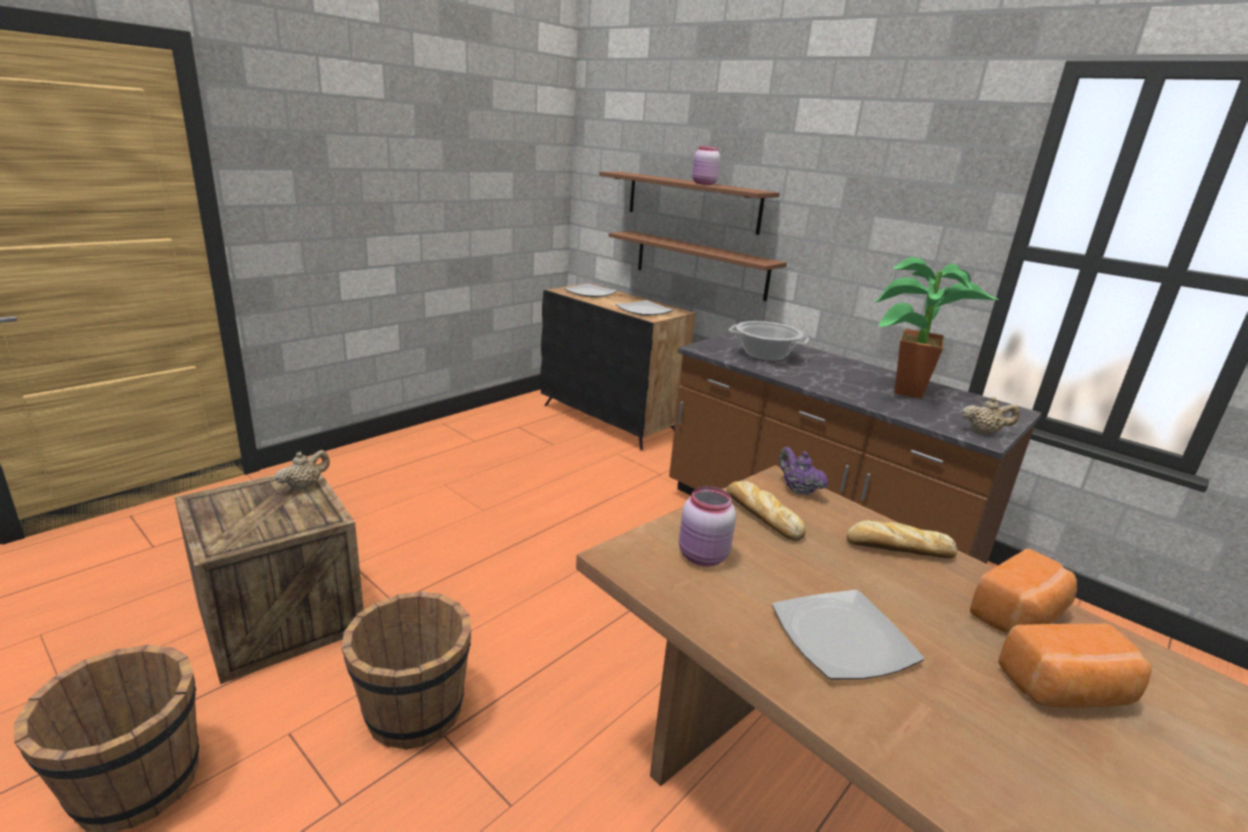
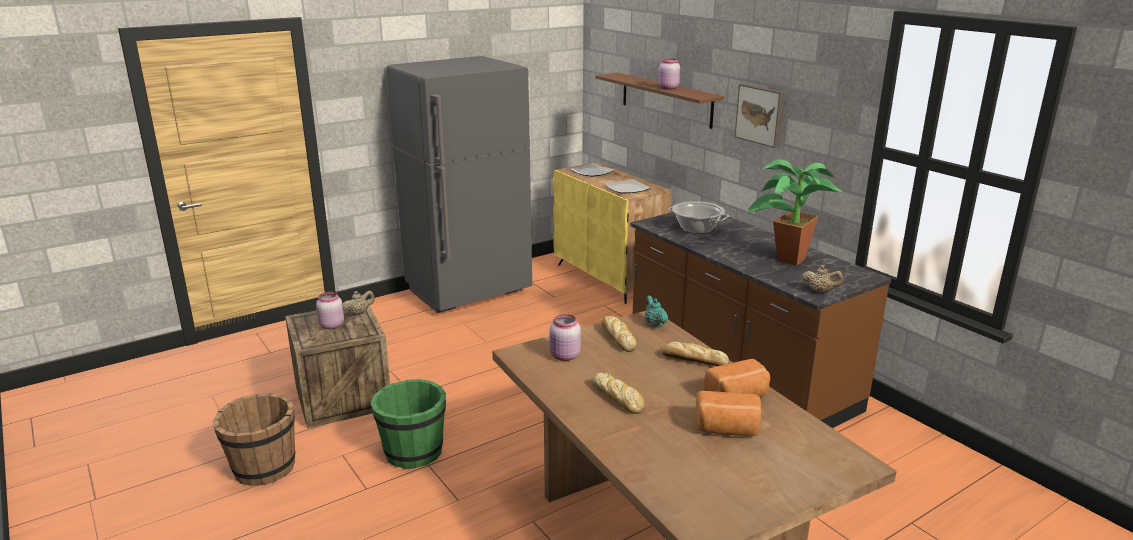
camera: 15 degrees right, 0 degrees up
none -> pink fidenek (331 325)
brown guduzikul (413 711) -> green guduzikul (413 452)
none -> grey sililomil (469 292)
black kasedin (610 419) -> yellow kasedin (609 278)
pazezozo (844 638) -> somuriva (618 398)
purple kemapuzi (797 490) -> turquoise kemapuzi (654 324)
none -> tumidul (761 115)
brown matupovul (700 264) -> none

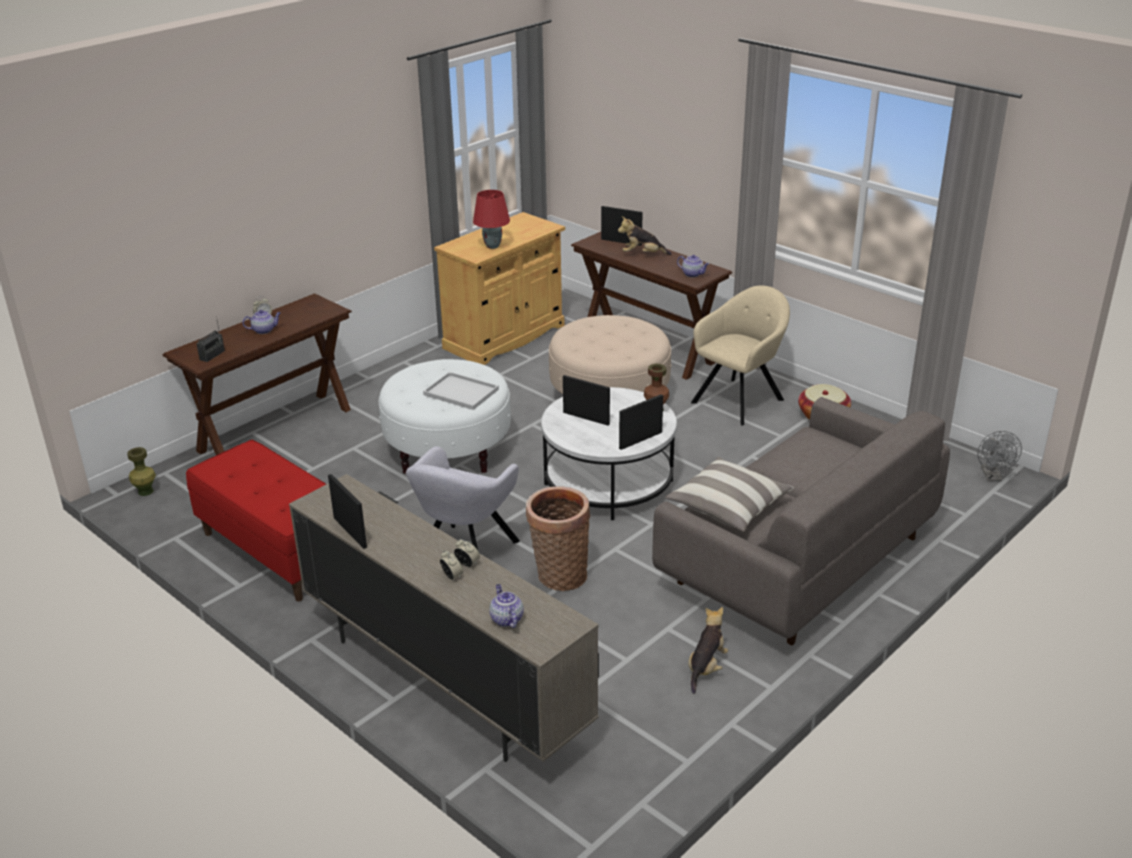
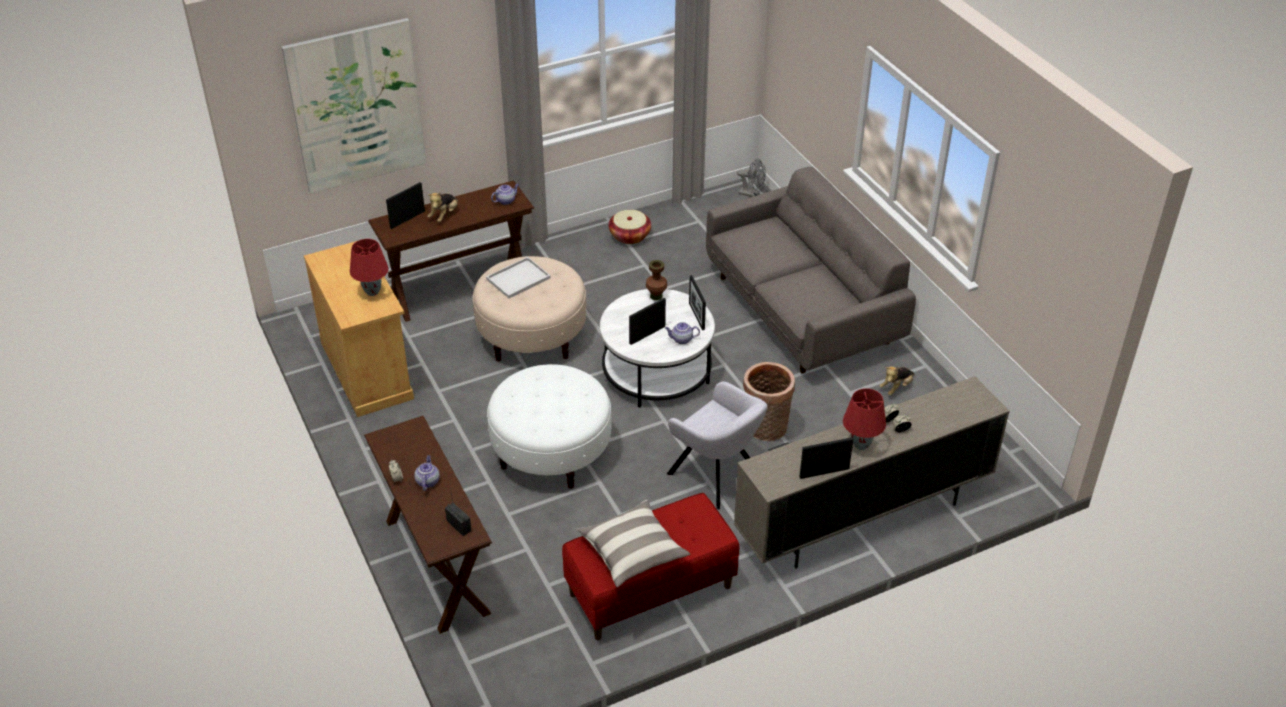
camera: 70 degrees left, 10 degrees up
none -> tumidul (356 106)
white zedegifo (459 392) -> white zedegifo (518 279), relocated
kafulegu (729 507) -> kafulegu (632 552), relocated
kemapuzi (506 619) -> kemapuzi (681 339), relocated
none -> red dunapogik (861 445)
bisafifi (706 667) -> bisafifi (896 387), 90 degrees counterclockwise
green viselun (145 491) -> none
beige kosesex (740 399) -> none

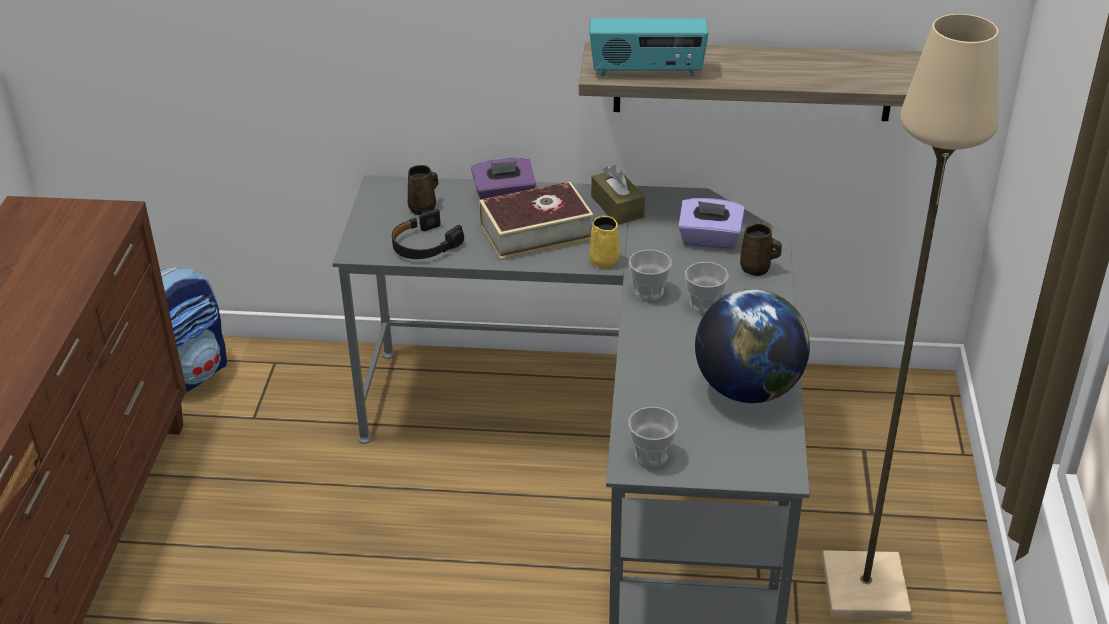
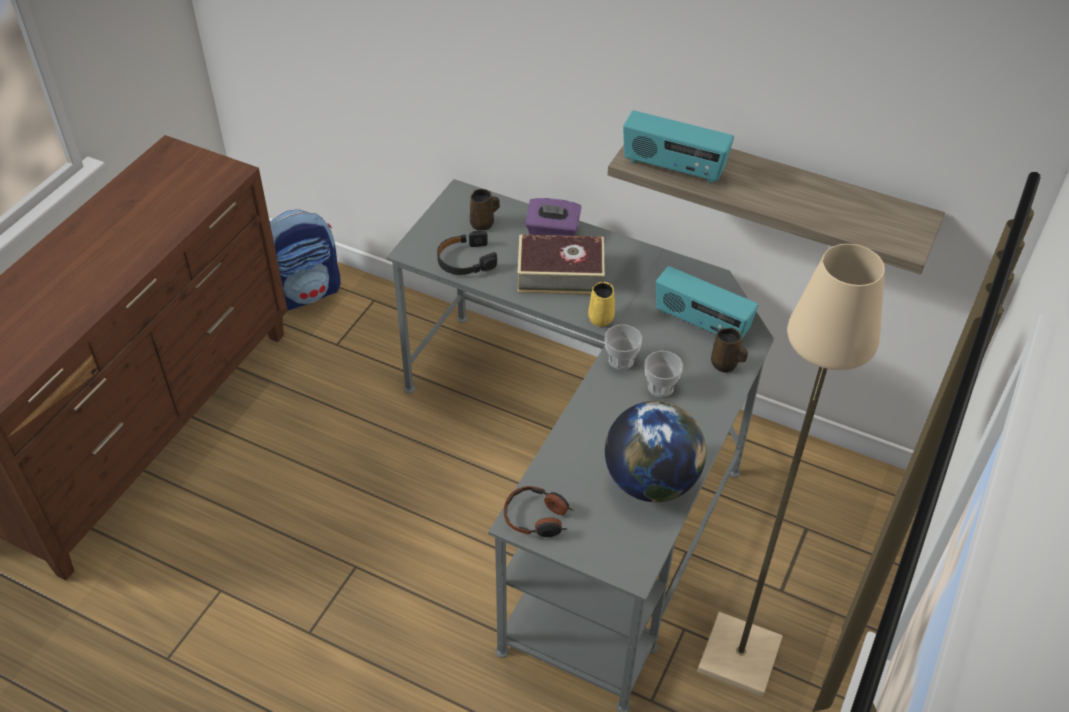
camera: 20 degrees right, 10 degrees up
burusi (651 455) -> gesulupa (537 518)
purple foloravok (709 240) -> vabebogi (701 323)
brown foloravok (617 207) -> none

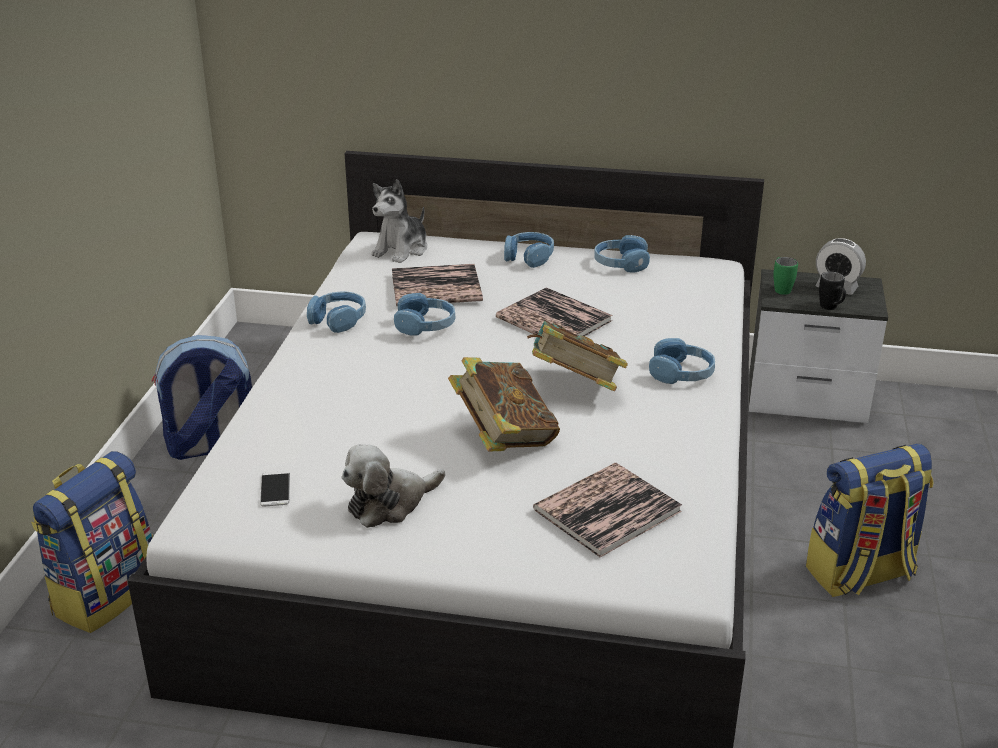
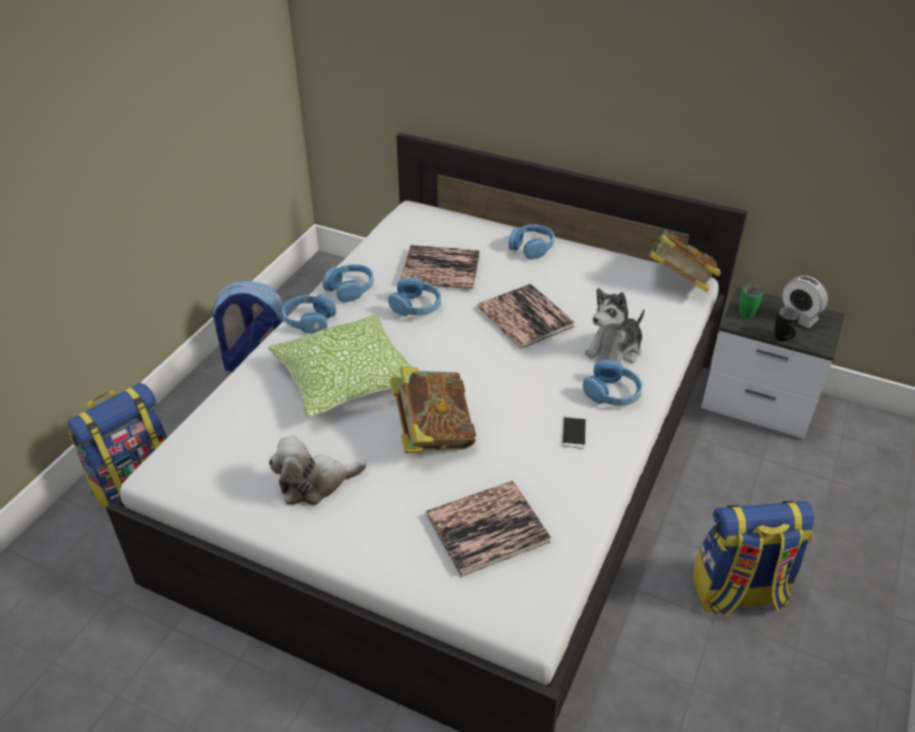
camera: 15 degrees right, 10 degrees up
none -> kafulegu (346 379)
blue gesulupa (620 263) -> blue gesulupa (309 321), relocated
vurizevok (275 489) -> vurizevok (574 432), relocated
bisafifi (402 250) -> bisafifi (615 351), relocated
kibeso (574 387) -> kibeso (678 282), relocated

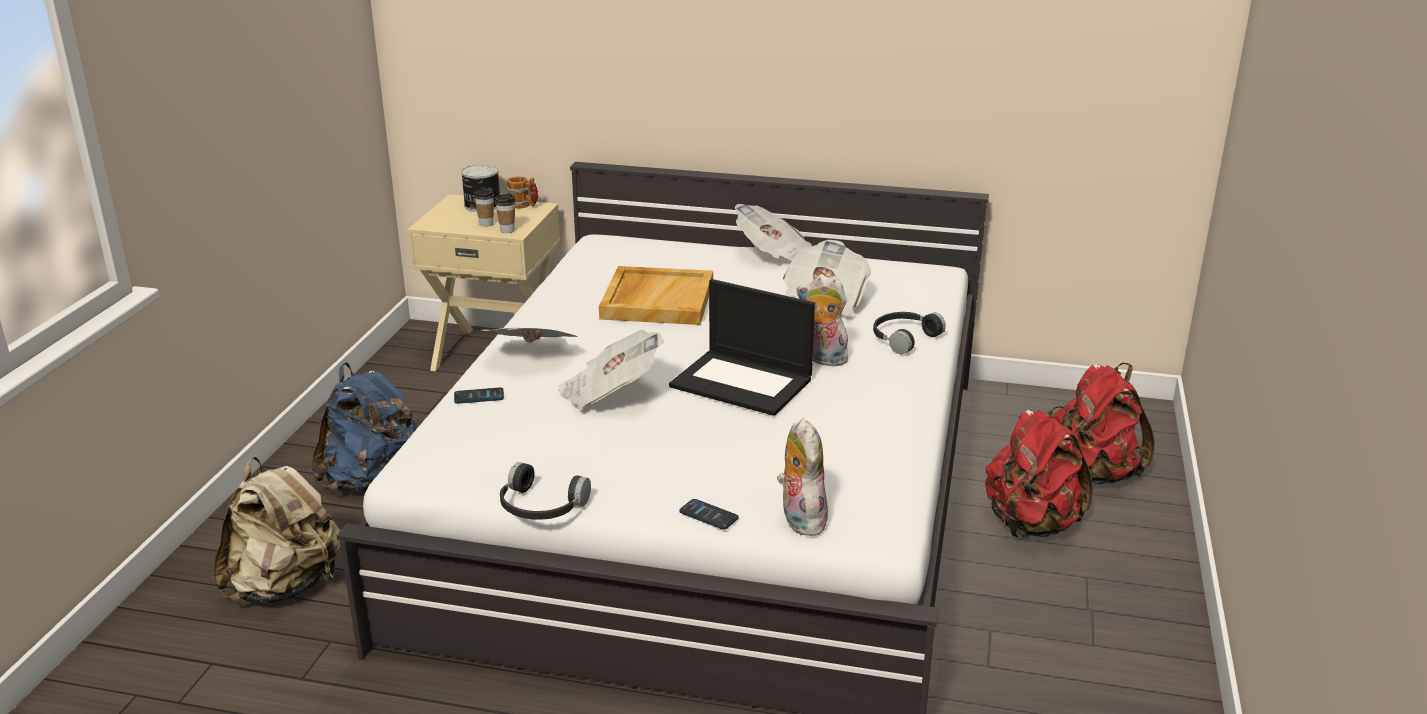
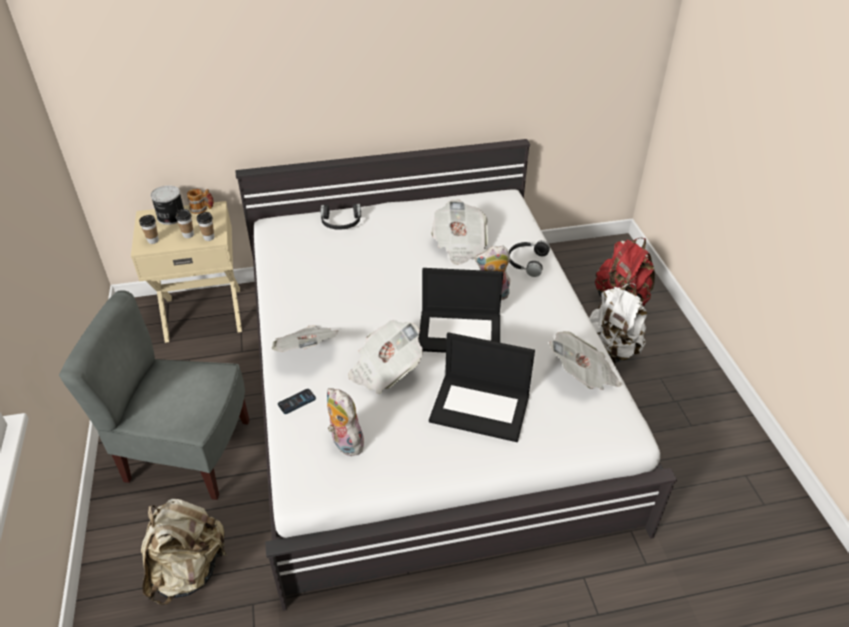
camera: 25 degrees left, 15 degrees up
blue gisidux (371 479) -> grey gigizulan (187 453)
none -> burusi (153 240)
black gesulupa (540 507) -> black gesulupa (341 223), relocated
bisafifi (800 519) -> bisafifi (344 443), relocated
none -> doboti (481 407)
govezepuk (774 256) -> govezepuk (583 375), relocated
red gisidux (1031 525) -> white gisidux (611 350)
beige zedegifo (657 300) -> none
vurizevok (708 515) -> none

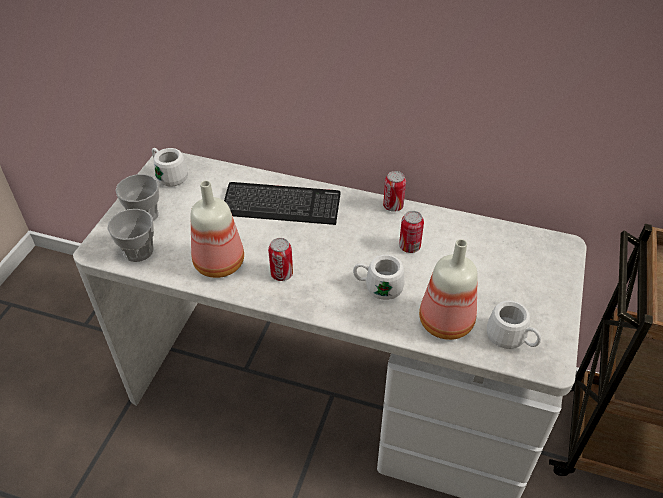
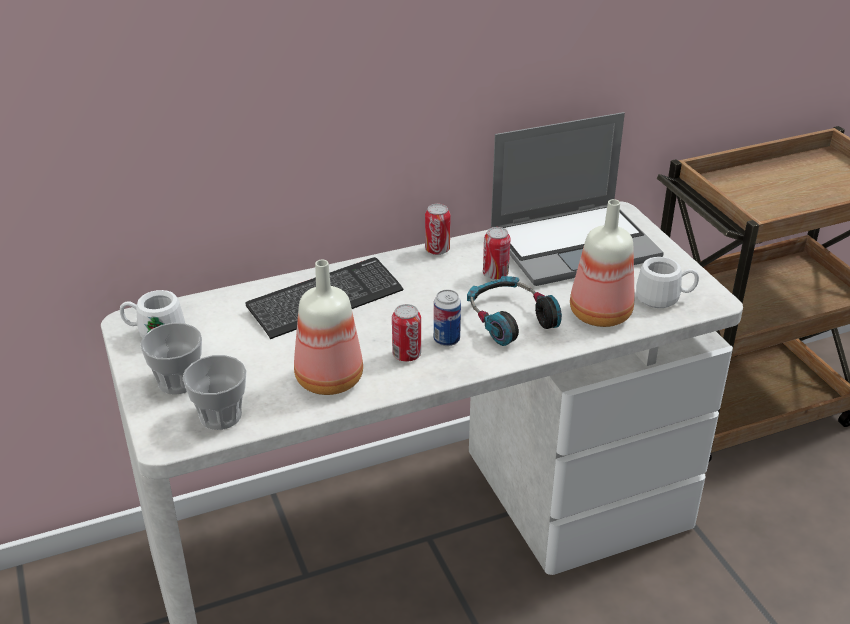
camera: 40 degrees left, 10 degrees down
none -> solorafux (446 340)
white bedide (378 287) -> gesulupa (510 319)
none -> doboti (574 245)

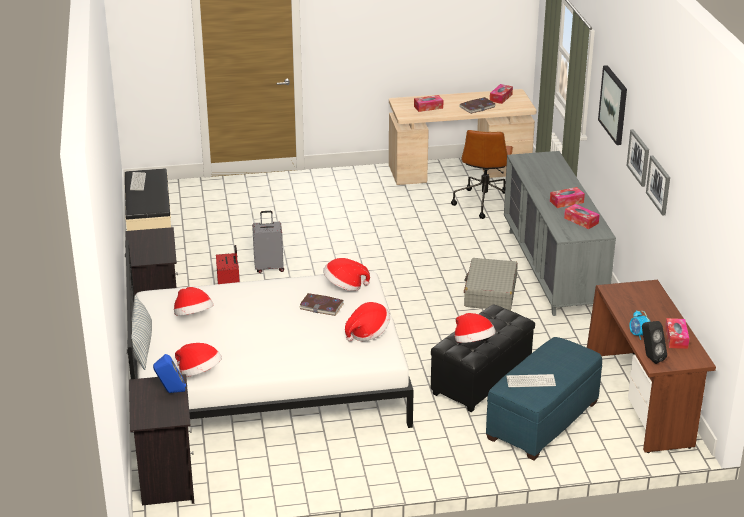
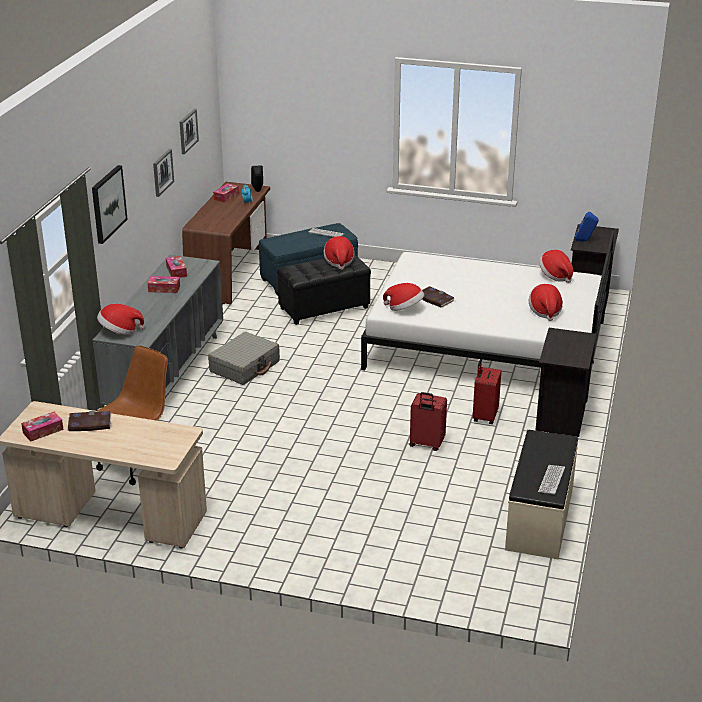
camera: 155 degrees left, 0 degrees up
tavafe (368 333) -> tavafe (120 331), relocated
tumidul (639 157) -> tumidul (188 131), relocated
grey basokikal (269 267) -> red basokikal (426 444)
kafulegu (141 347) -> none
foloravok (428 107) -> none

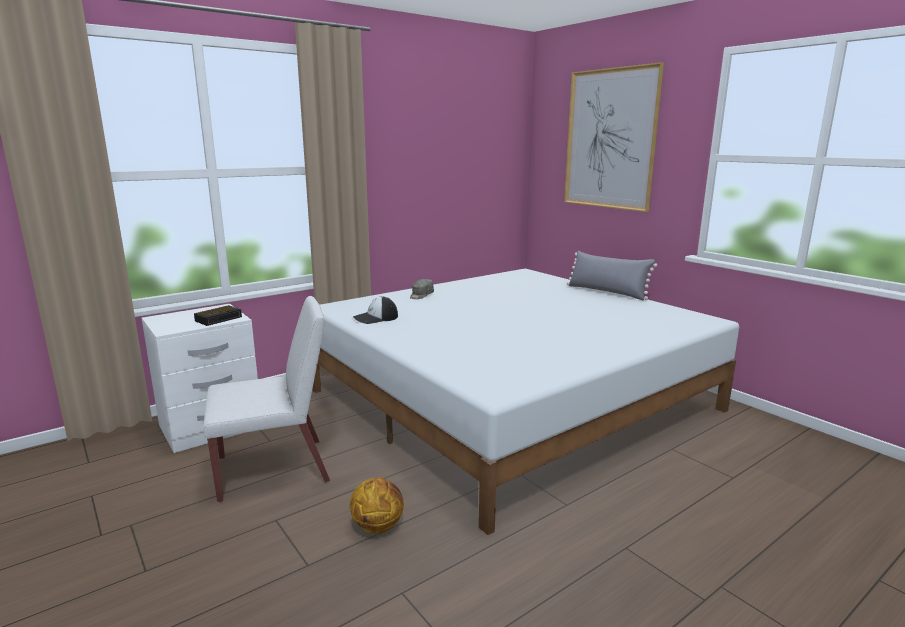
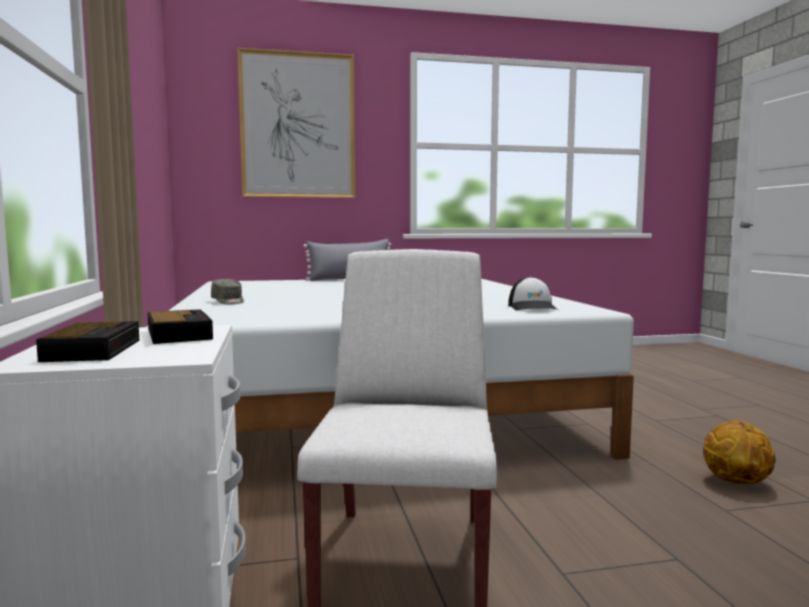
camera: 65 degrees left, 10 degrees down
none -> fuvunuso (94 349)
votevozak (376 318) -> votevozak (533 307), relocated
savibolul (378 526) -> savibolul (735 481), relocated

